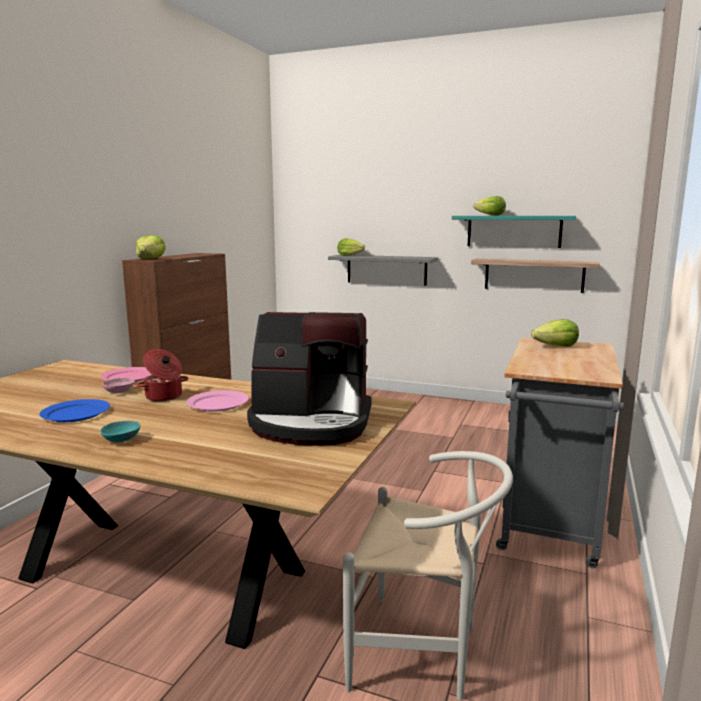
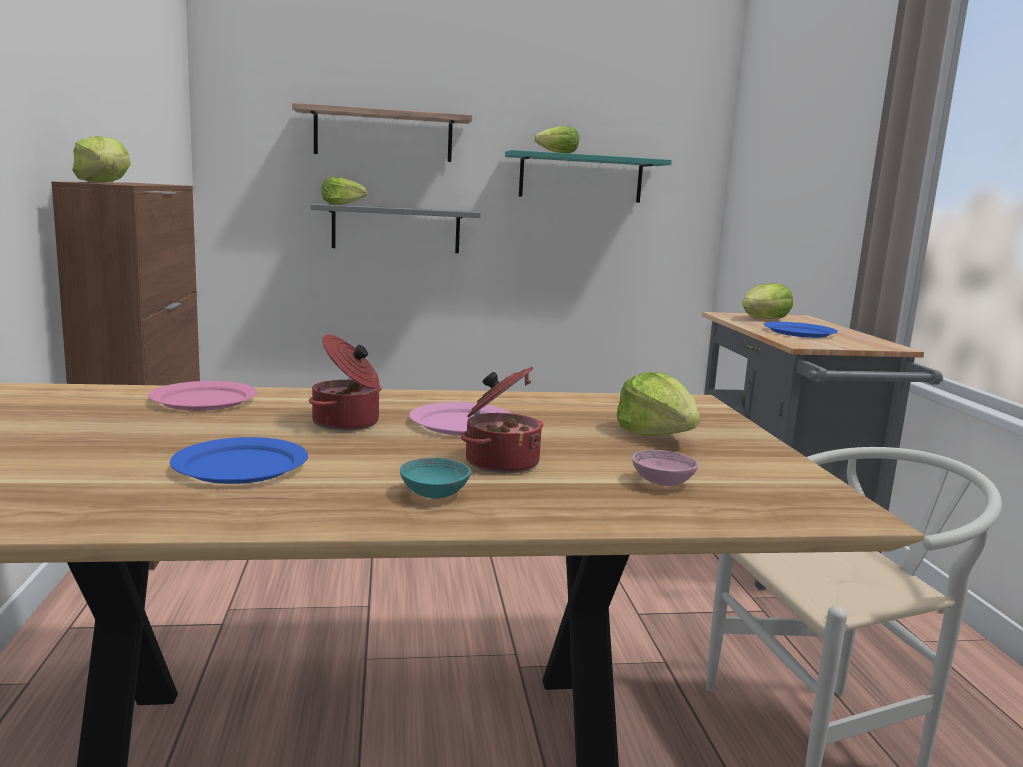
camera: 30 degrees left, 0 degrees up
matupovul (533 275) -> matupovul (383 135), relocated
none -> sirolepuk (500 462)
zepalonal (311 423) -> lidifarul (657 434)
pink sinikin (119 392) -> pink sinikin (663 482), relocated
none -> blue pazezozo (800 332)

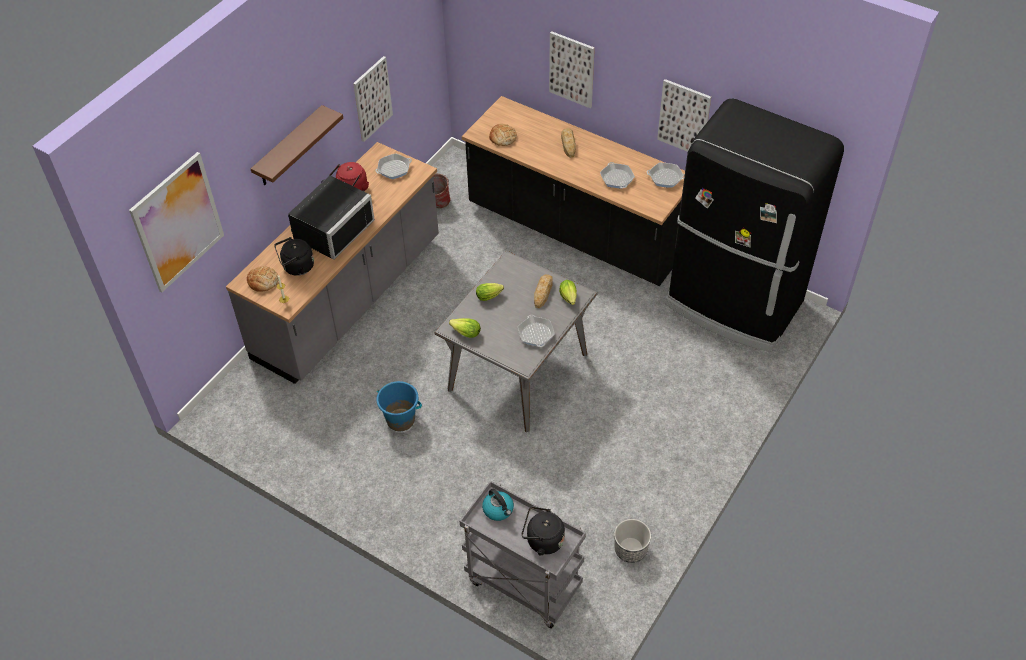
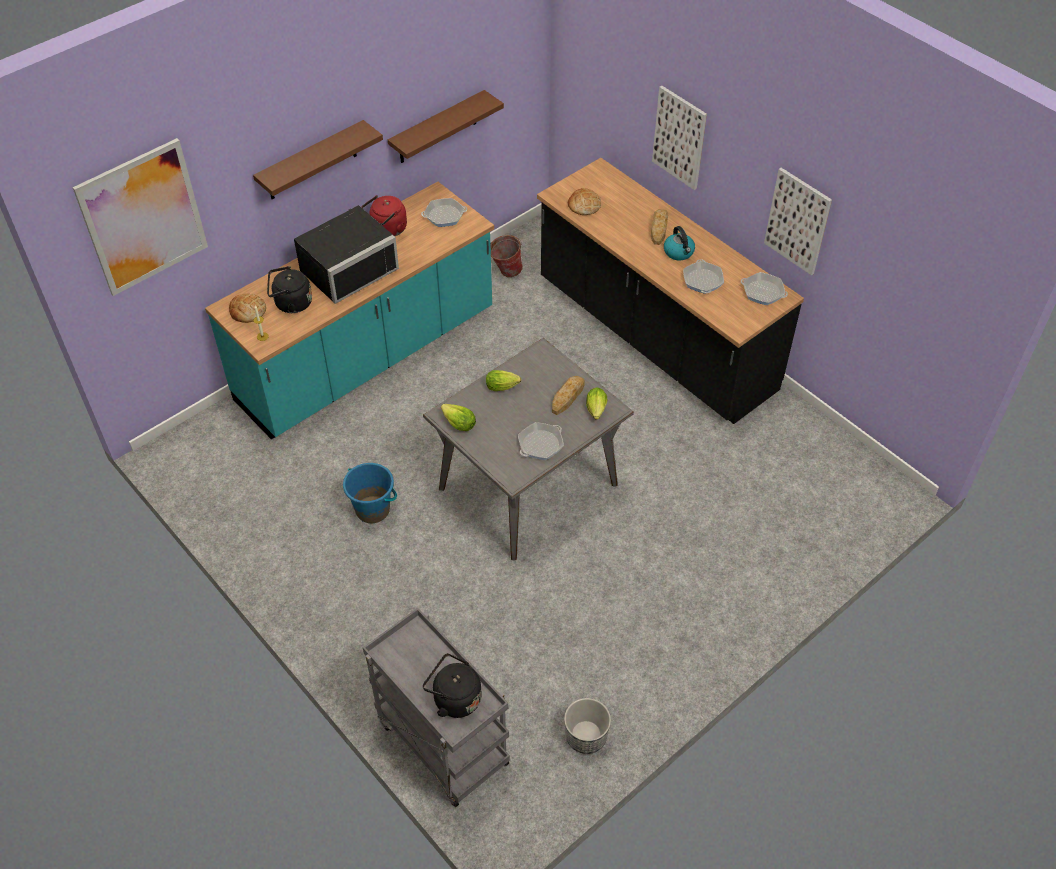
camera: 15 degrees right, 0 degrees up
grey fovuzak (349 299) -> turquoise fovuzak (367 357)
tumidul (372 99) -> brown matupovul (437 128)
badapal (536 334) -> badapal (540 444), 45 degrees clockwise
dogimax (498 510) -> dogimax (679 252), relocated
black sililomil (733 304) -> none

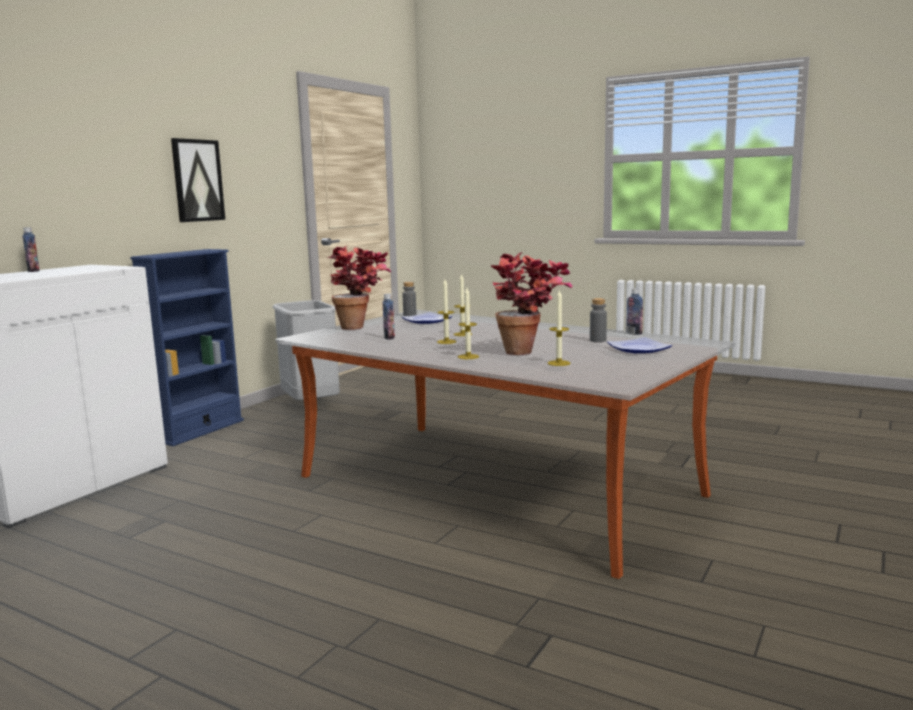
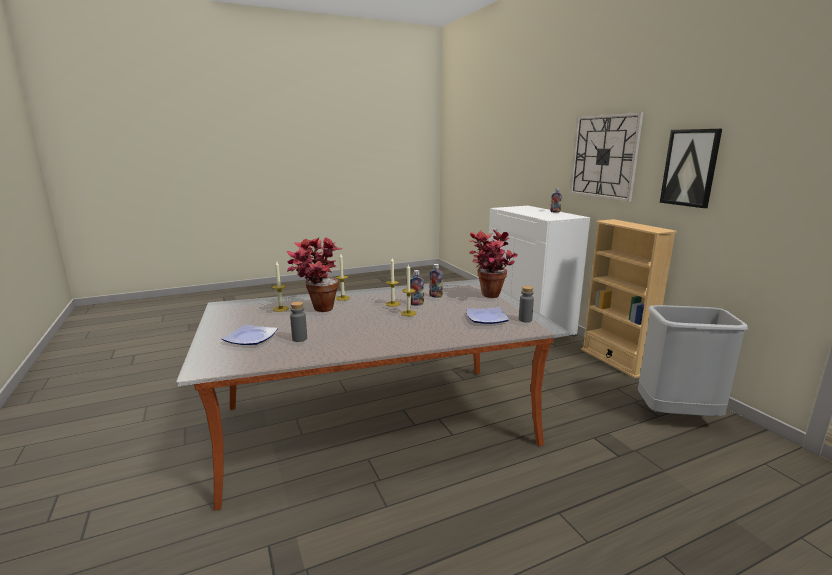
camera: 125 degrees right, 5 degrees up
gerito (634 333) -> gerito (416 304), relocated
none -> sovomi (604 156)
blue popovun (199 430) -> beige popovun (615 361)

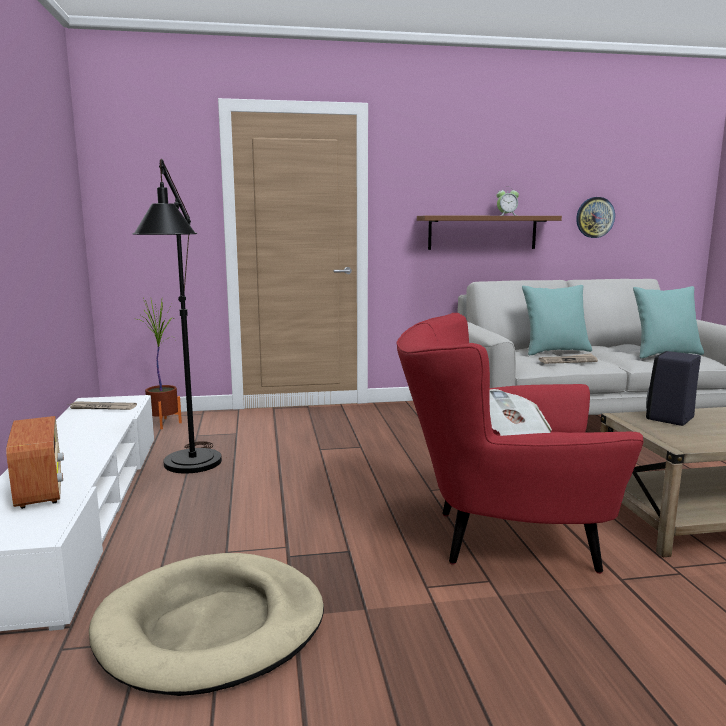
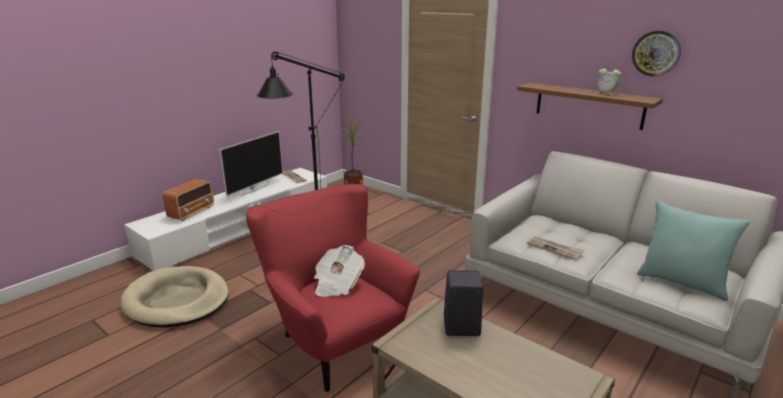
camera: 50 degrees right, 10 degrees up
none -> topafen (254 189)
sovomi (595 217) -> sovomi (656 53), relocated
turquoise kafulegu (554 351) -> none

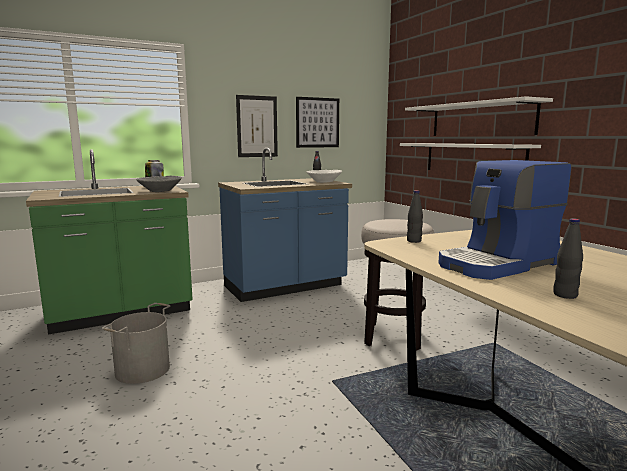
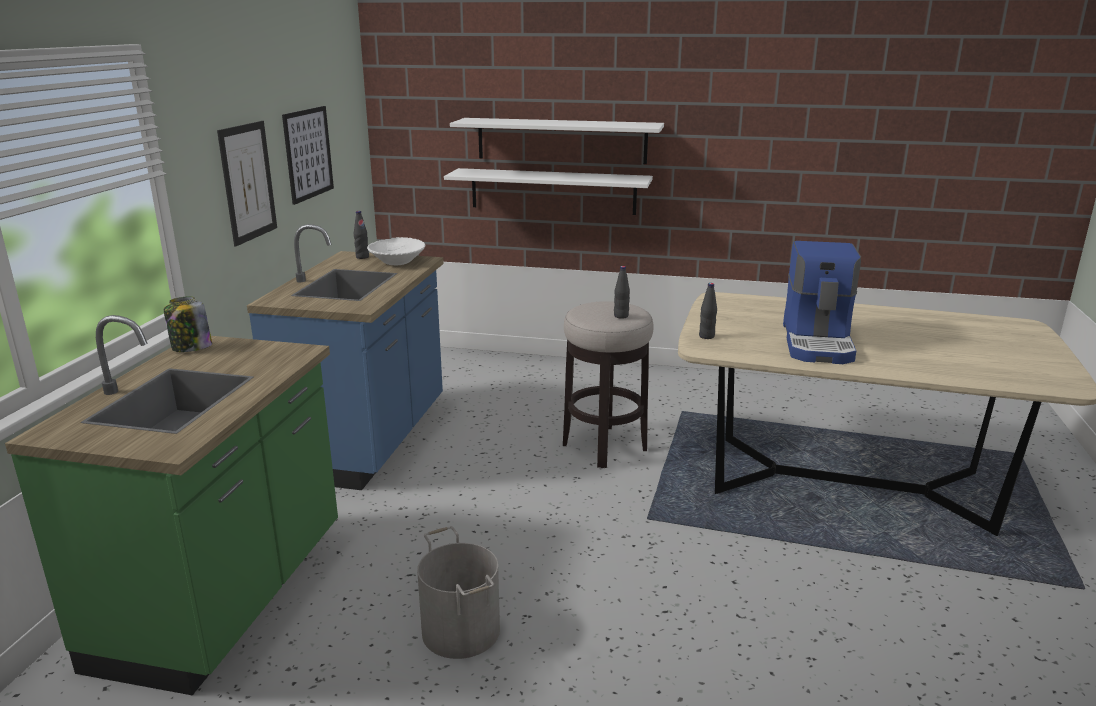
camera: 50 degrees left, 10 degrees up
black gerito (565 295) -> black gerito (621 316), relocated
grey sinikin (160 191) -> none

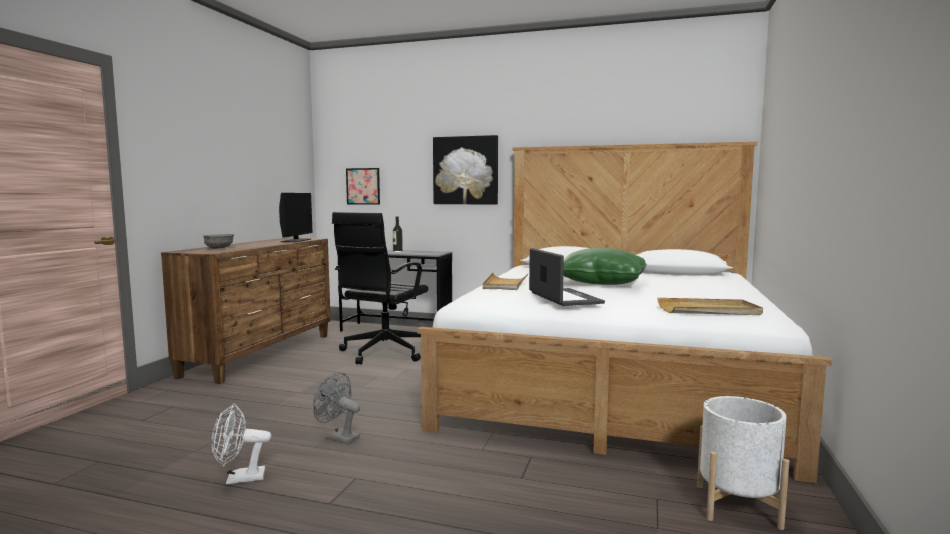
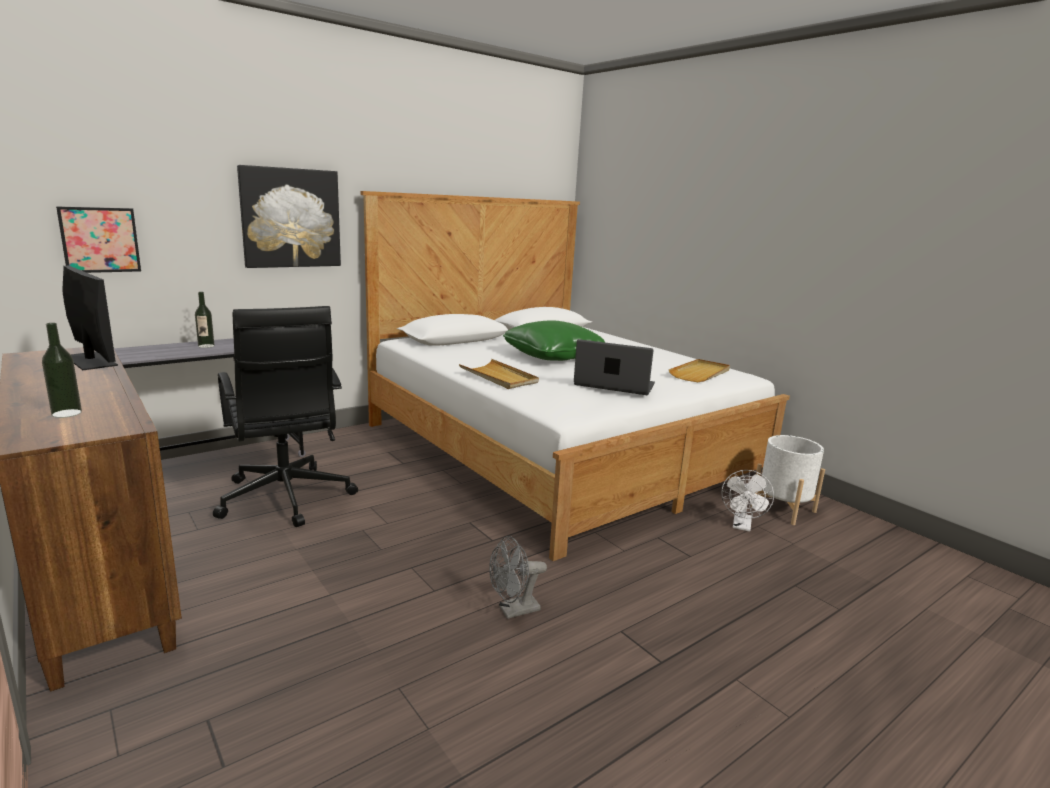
camera: 55 degrees left, 10 degrees up
grey sinikin (219 248) -> gerito (66 413)
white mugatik (239 479) -> white mugatik (742 526), relocated

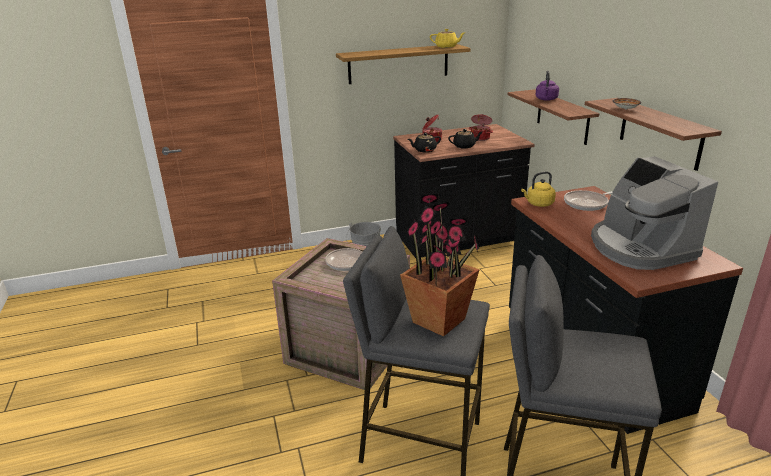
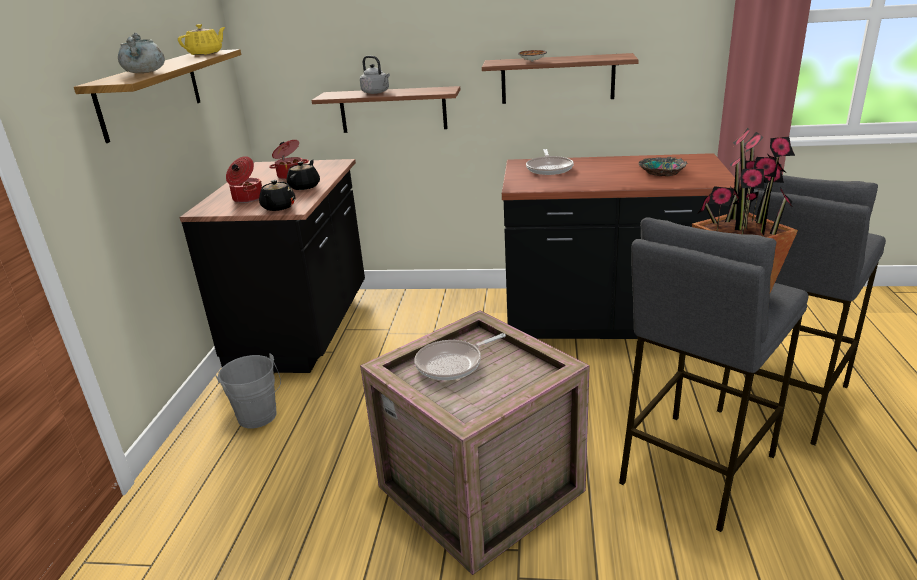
camera: 65 degrees left, 0 degrees up
none -> grey sirolepuk (145 72)
purple dogimax (546 99) -> grey dogimax (376 92)
zepalonal (639 248) -> sinikin (661 171)
yellow dogimax (538 204) -> none

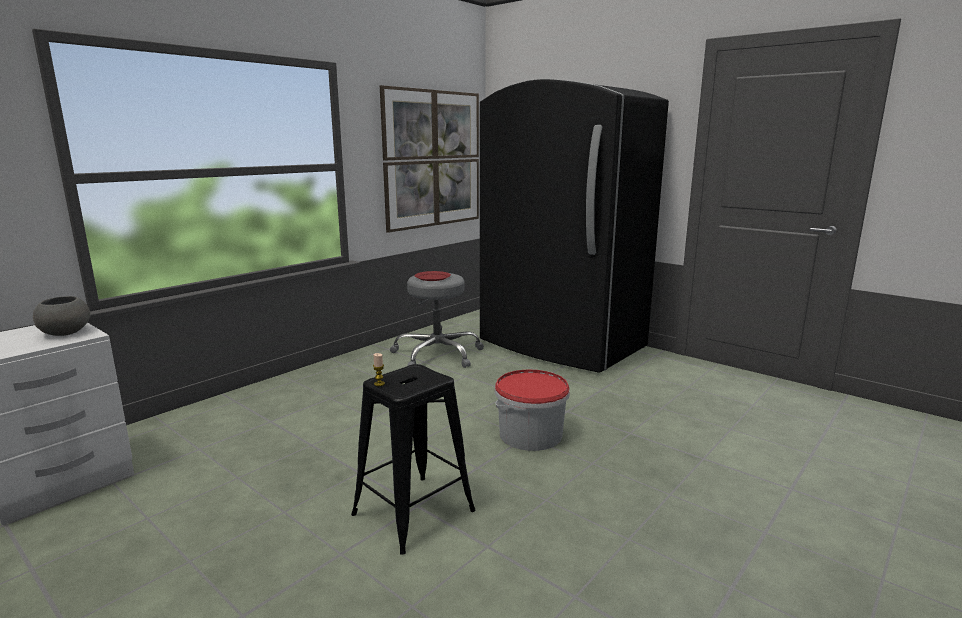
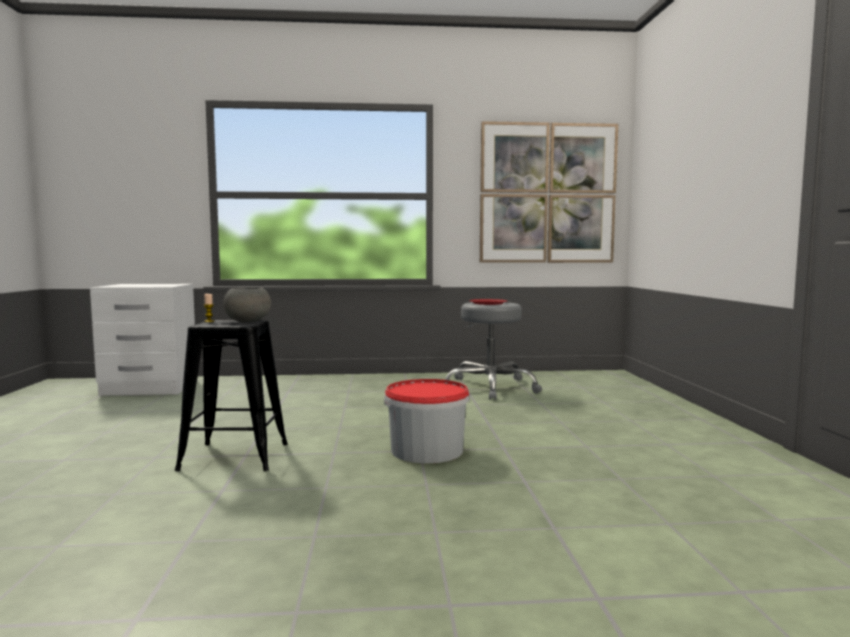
camera: 45 degrees right, 10 degrees down
grey sinikin (65 333) -> grey sinikin (247 321), relocated
black sililomil (561 345) -> none

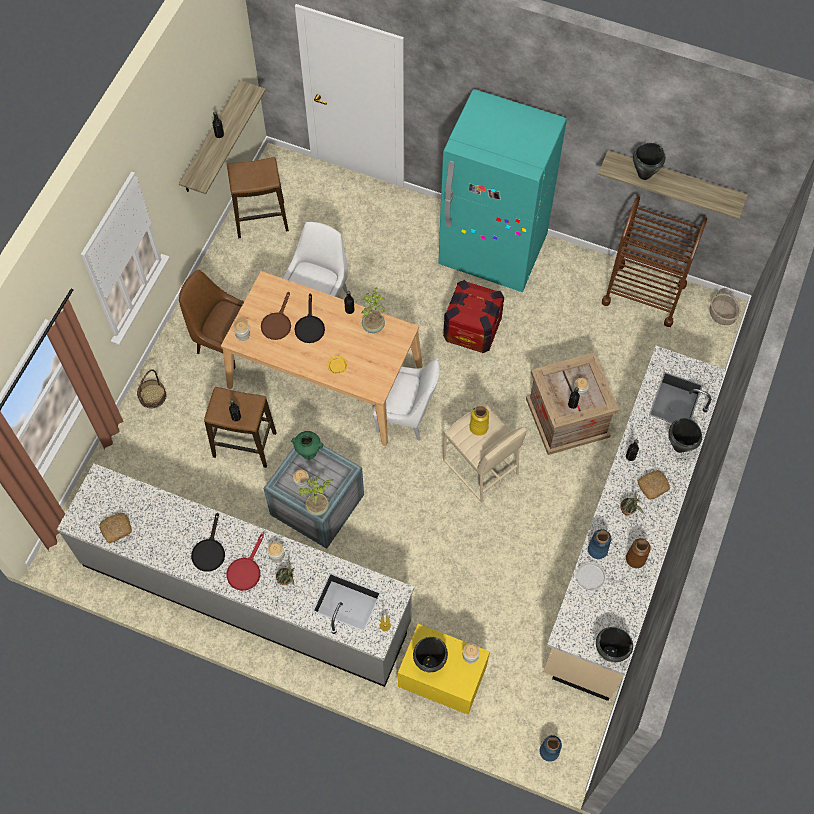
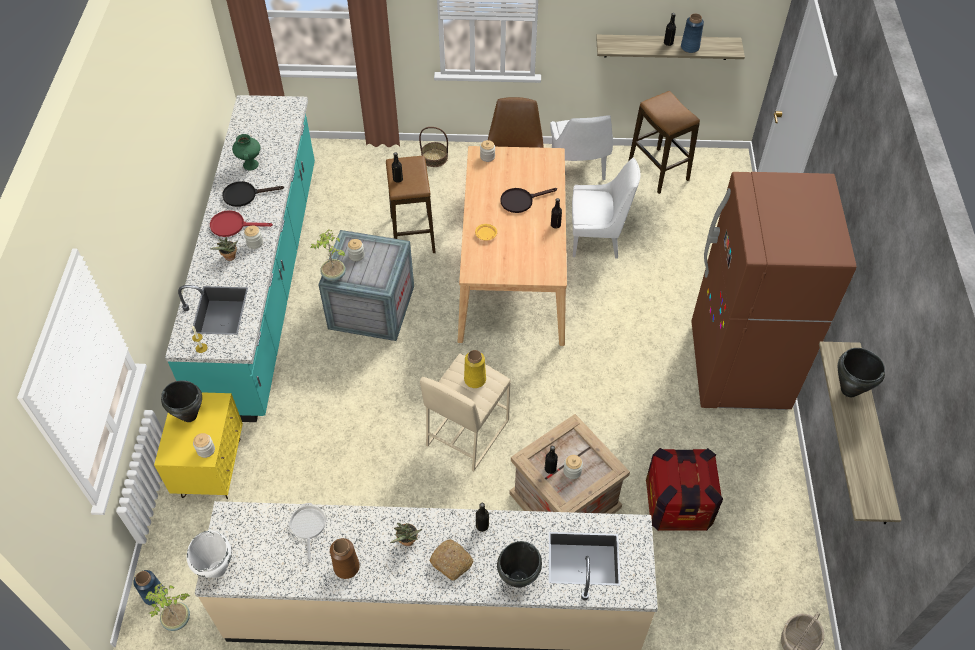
camera: 70 degrees right, 10 degrees down
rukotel (374 326) -> rukotel (177 620), relocated
grey fovuzak (246 593) -> turquoise fovuzak (263 283)
black sirolepuk (609 652) -> white sirolepuk (217 569)
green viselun (308 453) -> green viselun (250 164), relocated
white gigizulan (406 415) -> white gigizulan (578 169), relocated
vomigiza (472 330) -> vomigiza (677 504), relocated
blue viselun (597 550) -> blue viselun (690 47), relocated
turquoise sililomil (493 252) -> brown sililomil (738 367)
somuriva (116 528) -> none
brown badapal (277 323) -> none
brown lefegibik (643 294) -> none

